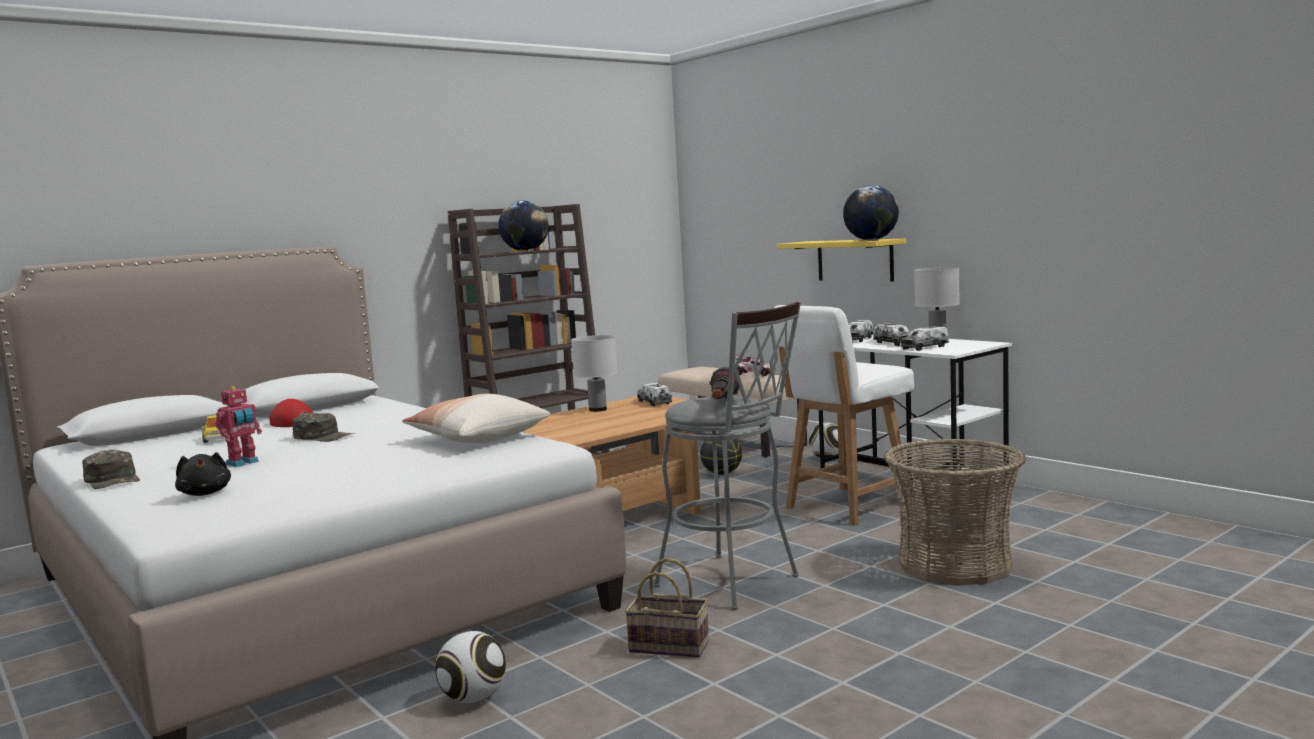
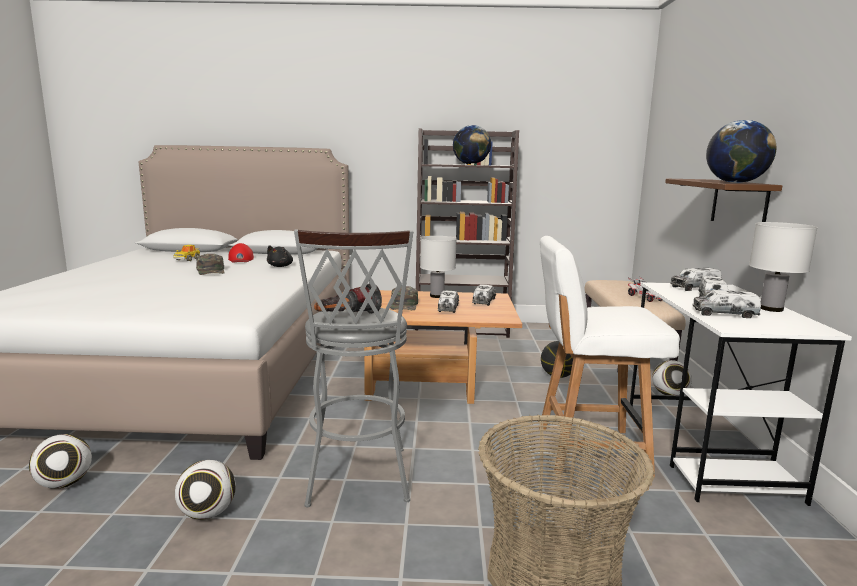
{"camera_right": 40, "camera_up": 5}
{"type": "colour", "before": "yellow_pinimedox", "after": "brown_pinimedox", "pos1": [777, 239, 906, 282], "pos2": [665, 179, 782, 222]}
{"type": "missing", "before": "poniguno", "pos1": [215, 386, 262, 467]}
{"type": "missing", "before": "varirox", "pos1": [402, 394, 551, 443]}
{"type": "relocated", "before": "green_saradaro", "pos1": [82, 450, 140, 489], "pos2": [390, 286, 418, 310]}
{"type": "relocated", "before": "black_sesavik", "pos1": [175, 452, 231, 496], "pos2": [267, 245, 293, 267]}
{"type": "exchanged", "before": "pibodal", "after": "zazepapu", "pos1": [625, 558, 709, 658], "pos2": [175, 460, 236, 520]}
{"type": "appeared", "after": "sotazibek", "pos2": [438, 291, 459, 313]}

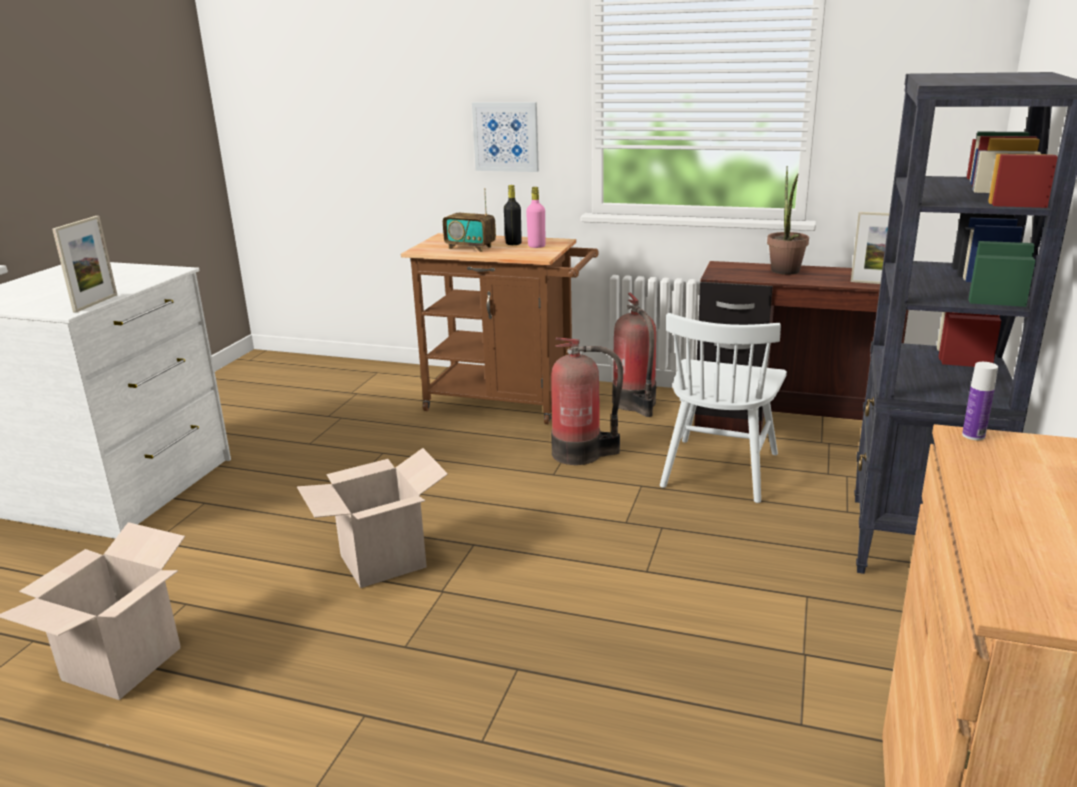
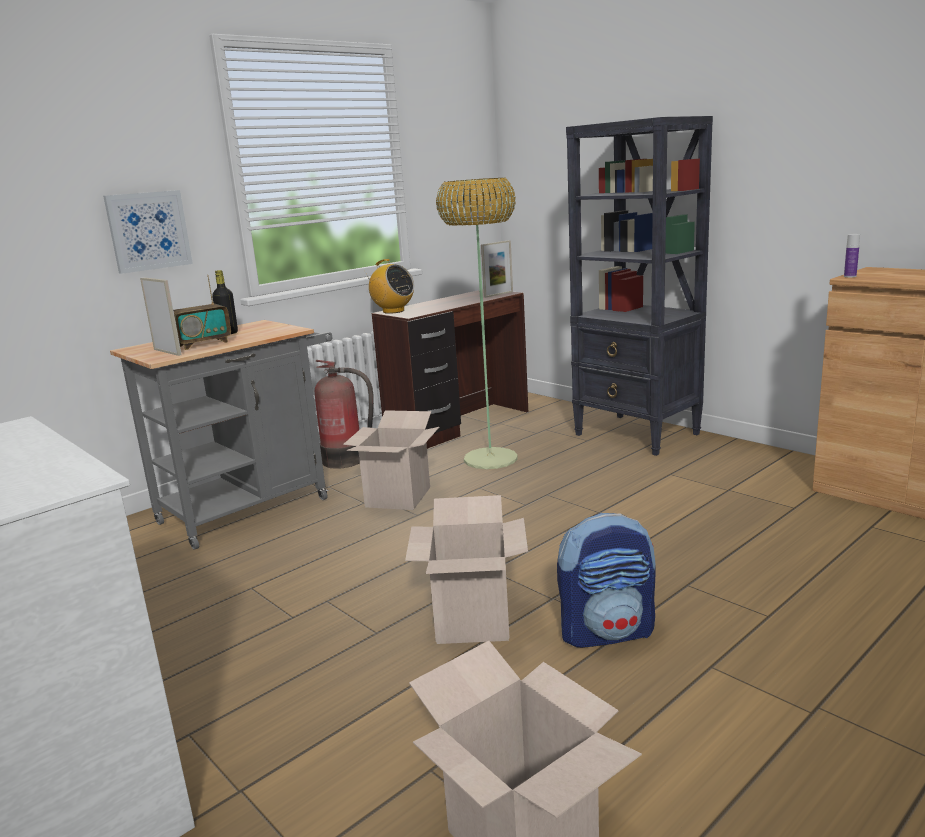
{"camera_right": -60, "camera_up": -5}
{"type": "missing", "before": "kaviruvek", "pos1": [767, 166, 809, 275]}
{"type": "missing", "before": "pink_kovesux", "pos1": [526, 187, 546, 248]}
{"type": "relocated", "before": "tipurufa", "pos1": [52, 216, 117, 313], "pos2": [140, 277, 182, 356]}
{"type": "colour", "before": "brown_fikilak", "after": "grey_fikilak", "pos1": [401, 233, 599, 424], "pos2": [110, 320, 332, 550]}
{"type": "exchanged", "before": "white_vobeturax", "after": "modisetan", "pos1": [660, 313, 787, 503], "pos2": [436, 178, 518, 469]}
{"type": "exchanged", "before": "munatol", "after": "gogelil", "pos1": [551, 337, 623, 465], "pos2": [343, 410, 439, 510]}
{"type": "appeared", "after": "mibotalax", "pos2": [365, 259, 414, 314]}
{"type": "appeared", "after": "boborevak", "pos2": [557, 513, 656, 648]}

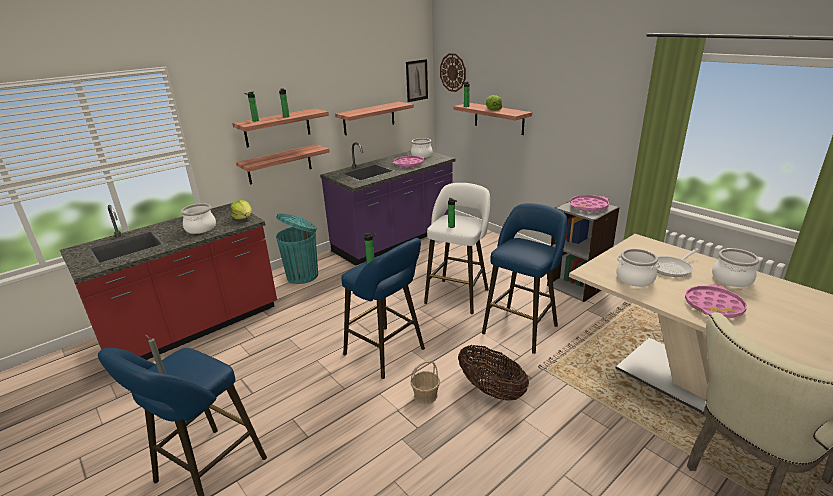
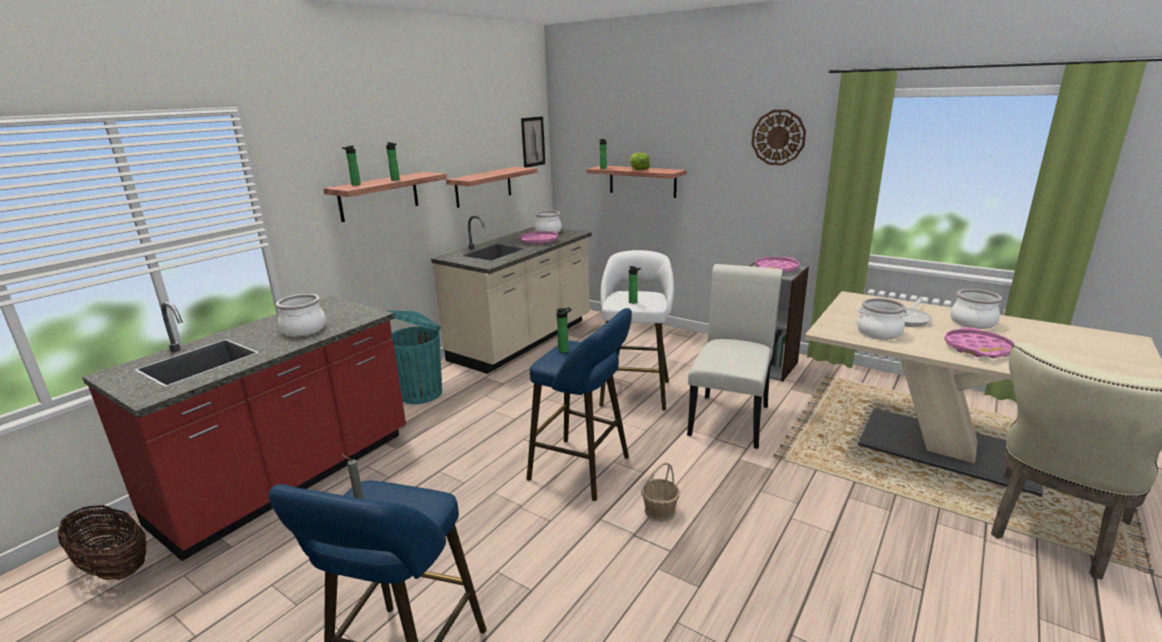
{"camera_right": -15, "camera_up": -5}
{"type": "relocated", "before": "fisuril", "pos1": [440, 53, 466, 92], "pos2": [752, 110, 806, 165]}
{"type": "colour", "before": "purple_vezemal", "after": "beige_vezemal", "pos1": [320, 142, 455, 266], "pos2": [431, 215, 592, 374]}
{"type": "missing", "before": "pinimedox", "pos1": [236, 144, 330, 185]}
{"type": "missing", "before": "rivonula", "pos1": [231, 200, 252, 219]}
{"type": "exchanged", "before": "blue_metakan", "after": "white_vobeturax", "pos1": [482, 203, 568, 354], "pos2": [687, 264, 783, 449]}
{"type": "relocated", "before": "pibodal", "pos1": [458, 345, 529, 401], "pos2": [57, 505, 146, 580]}

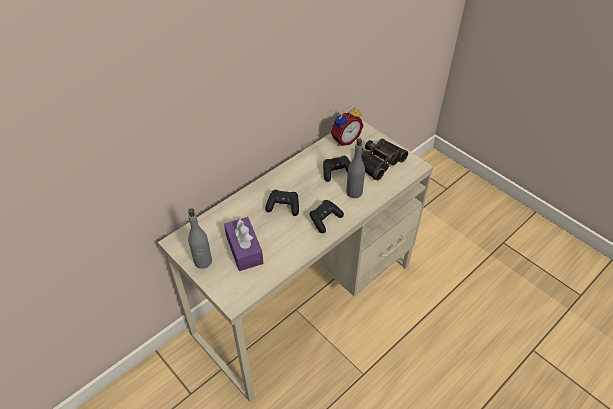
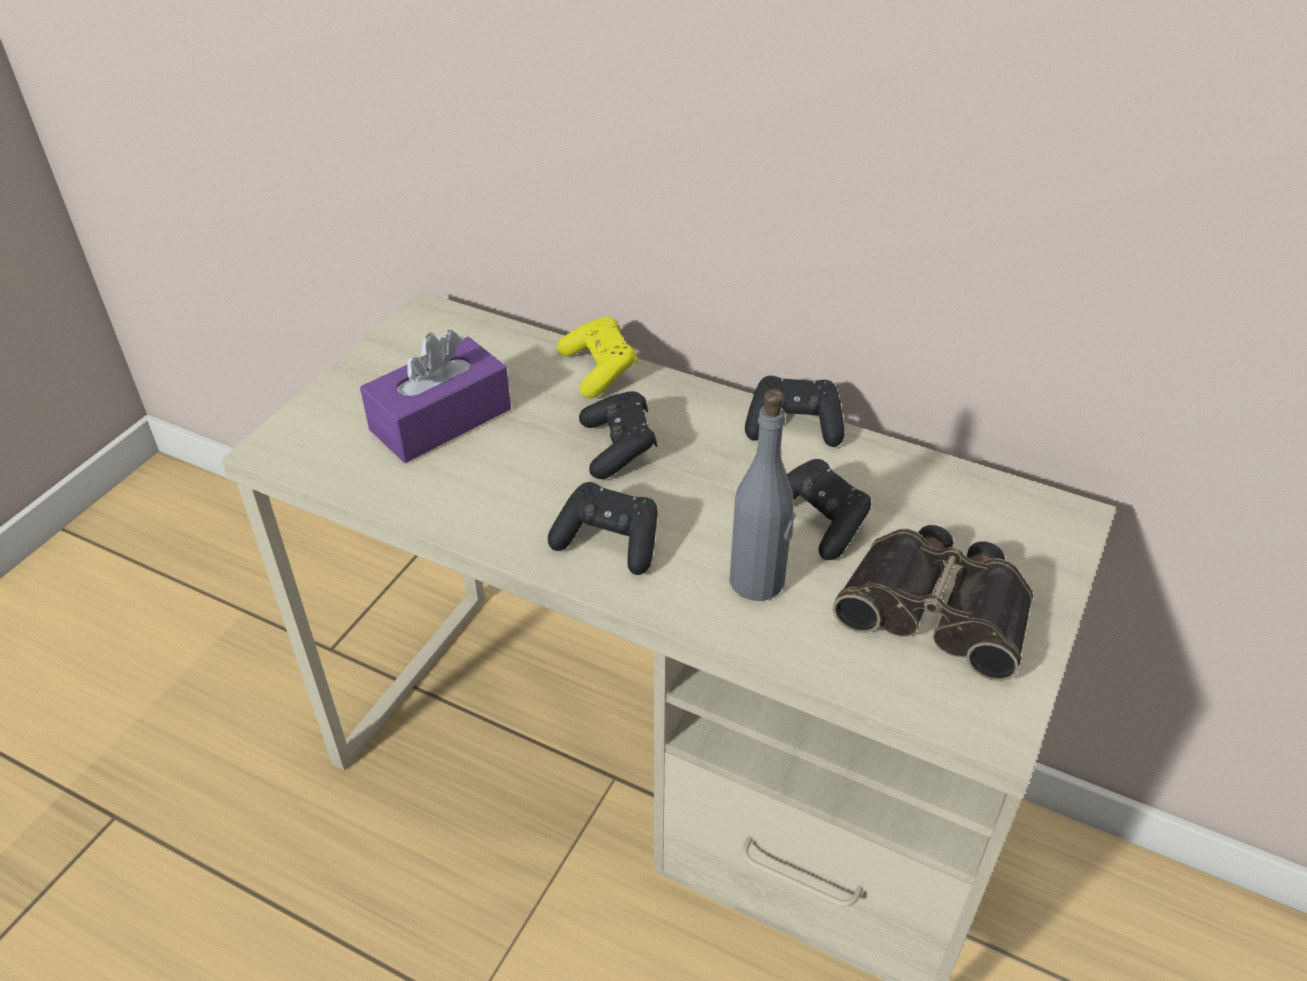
{"camera_right": 70, "camera_up": -5}
{"type": "missing", "before": "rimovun", "pos1": [331, 106, 363, 146]}
{"type": "missing", "before": "grey_kovesux", "pos1": [188, 208, 212, 269]}
{"type": "appeared", "after": "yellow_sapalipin", "pos2": [557, 317, 638, 398]}
{"type": "appeared", "after": "black_sapalipin", "pos2": [745, 376, 844, 447]}

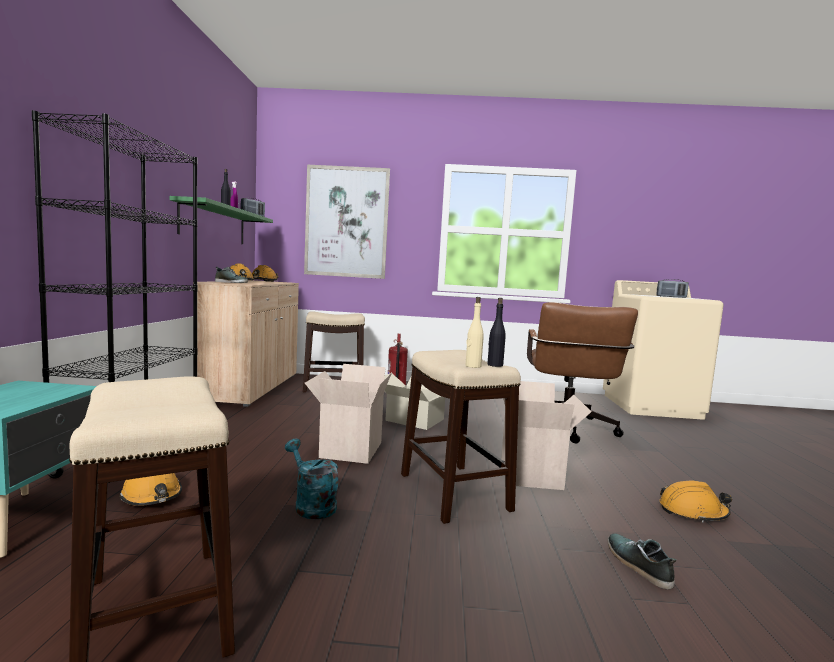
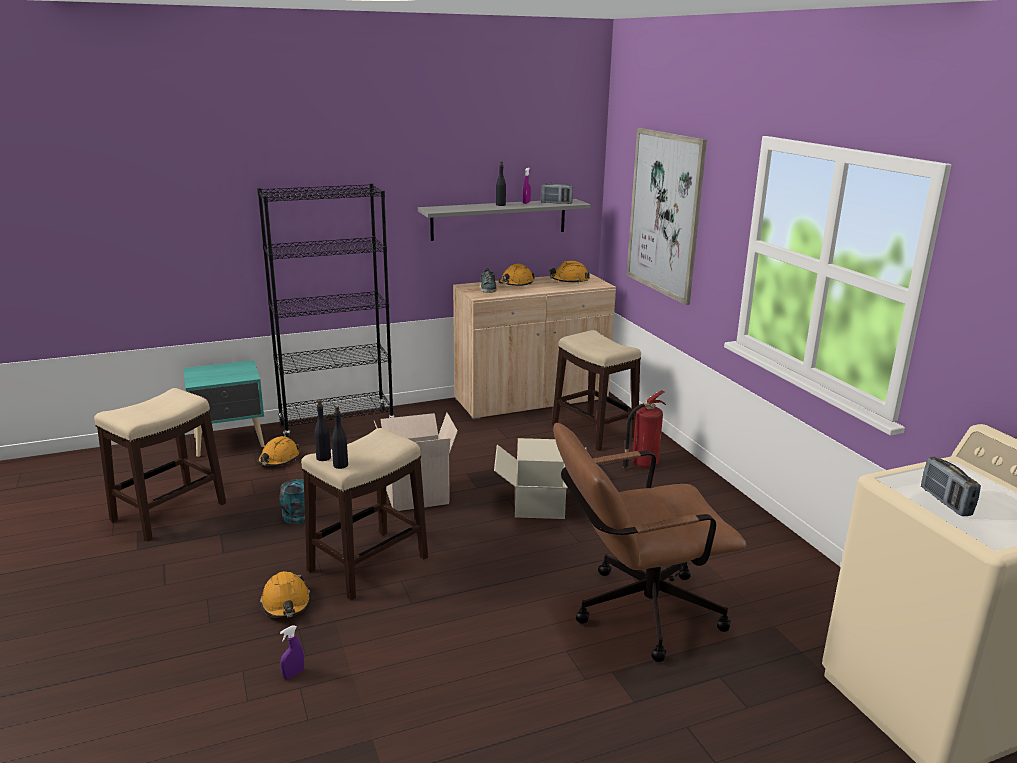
{"camera_right": 65, "camera_up": 15}
{"type": "colour", "before": "green_pinimedox", "after": "grey_pinimedox", "pos1": [170, 196, 273, 244], "pos2": [418, 199, 591, 241]}
{"type": "colour", "before": "beige_kovesux", "after": "black_kovesux", "pos1": [466, 297, 484, 368], "pos2": [314, 400, 331, 461]}
{"type": "missing", "before": "gogelil", "pos1": [501, 381, 591, 490]}
{"type": "relocated", "before": "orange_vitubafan", "pos1": [660, 481, 732, 523], "pos2": [259, 571, 311, 618]}
{"type": "exchanged", "before": "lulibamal", "after": "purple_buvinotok", "pos1": [608, 533, 677, 589], "pos2": [280, 625, 304, 679]}

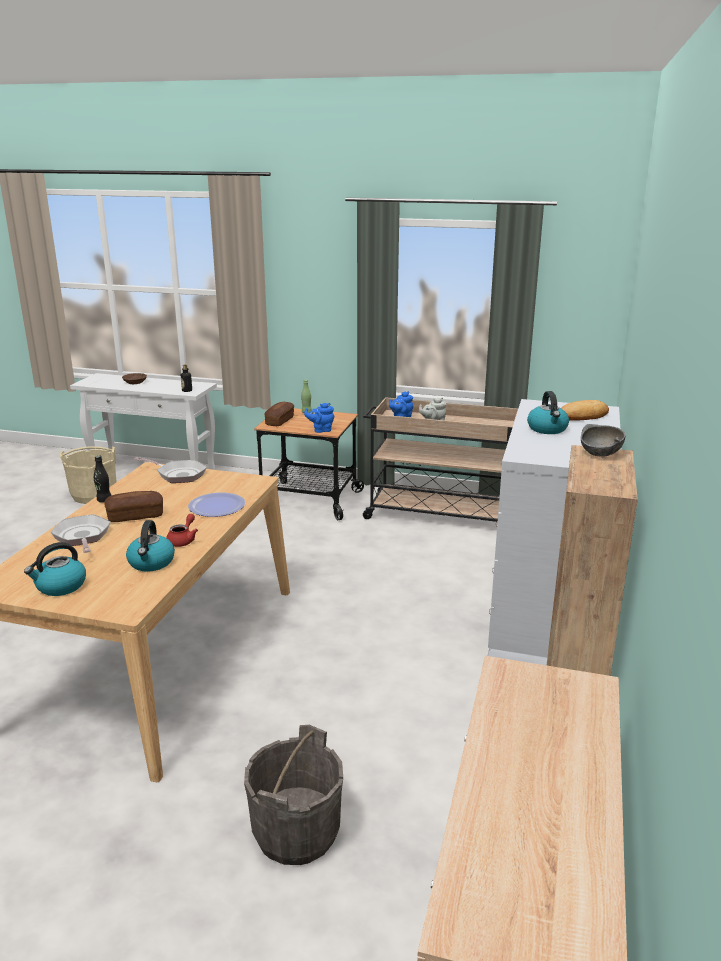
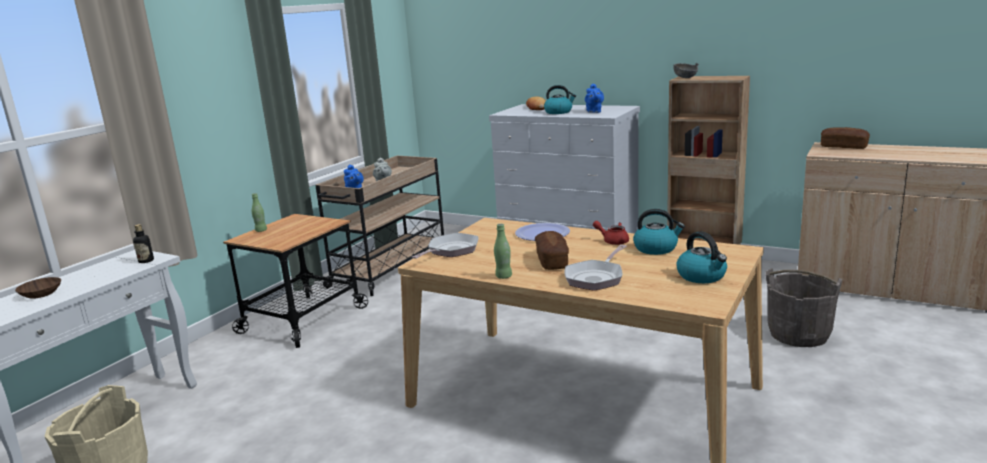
{"camera_right": -75, "camera_up": -5}
{"type": "relocated", "before": "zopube", "pos1": [264, 402, 294, 426], "pos2": [821, 127, 870, 149]}
{"type": "relocated", "before": "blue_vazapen", "pos1": [304, 403, 334, 433], "pos2": [585, 84, 604, 113]}
{"type": "colour", "before": "black_kovesux", "after": "green_kovesux", "pos1": [94, 455, 111, 503], "pos2": [494, 224, 512, 279]}
{"type": "spun", "before": "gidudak", "pos1": [51, 514, 111, 553], "pos2": [565, 245, 627, 291], "turn": -45}

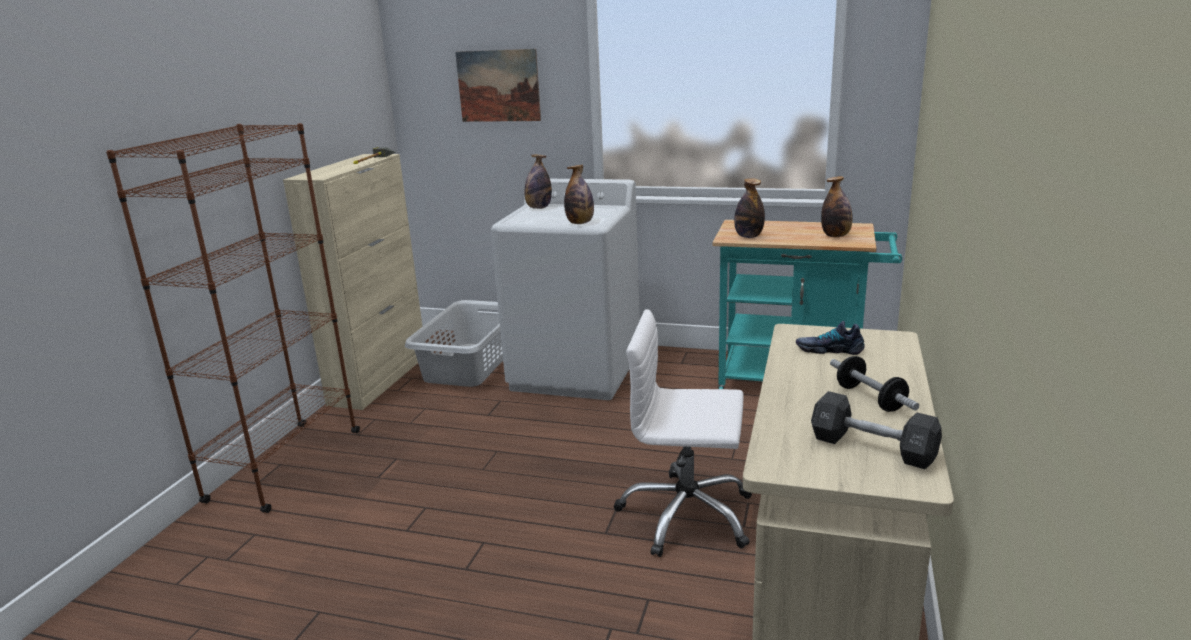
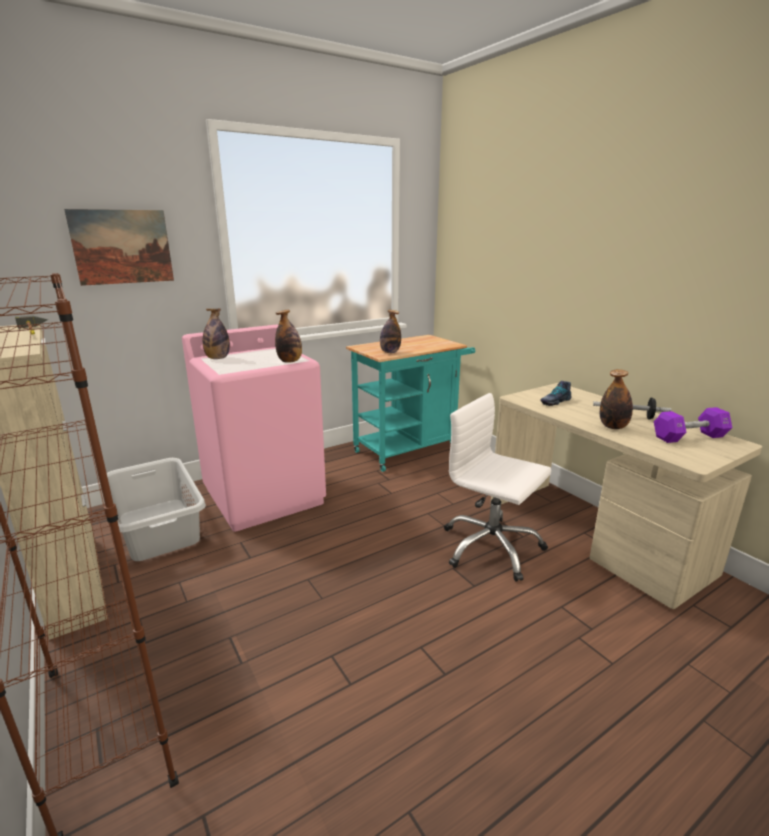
{"camera_right": -50, "camera_up": 0}
{"type": "relocated", "before": "kovesux", "pos1": [821, 176, 853, 237], "pos2": [600, 369, 633, 429]}
{"type": "colour", "before": "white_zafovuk", "after": "pink_zafovuk", "pos1": [491, 179, 640, 400], "pos2": [182, 325, 326, 532]}
{"type": "spun", "before": "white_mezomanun", "pos1": [614, 309, 752, 557], "pos2": [444, 393, 552, 582], "turn": 75}
{"type": "colour", "before": "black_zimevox", "after": "purple_zimevox", "pos1": [811, 391, 942, 469], "pos2": [654, 407, 733, 443]}

